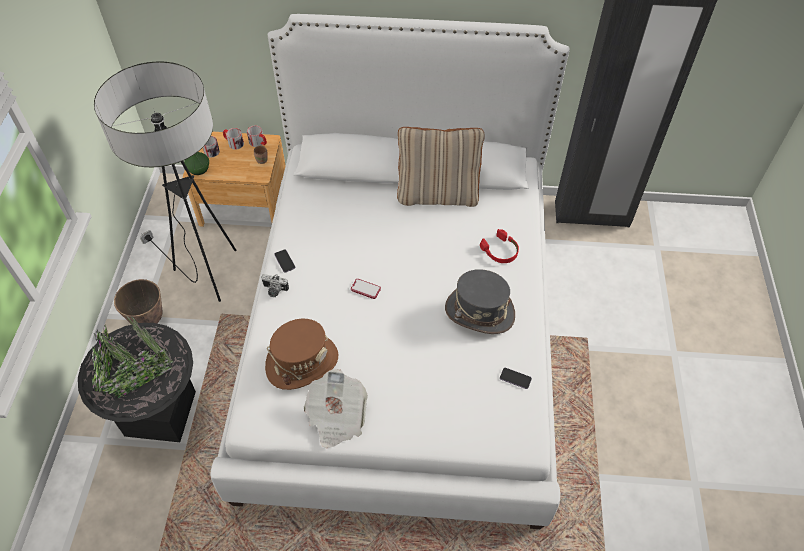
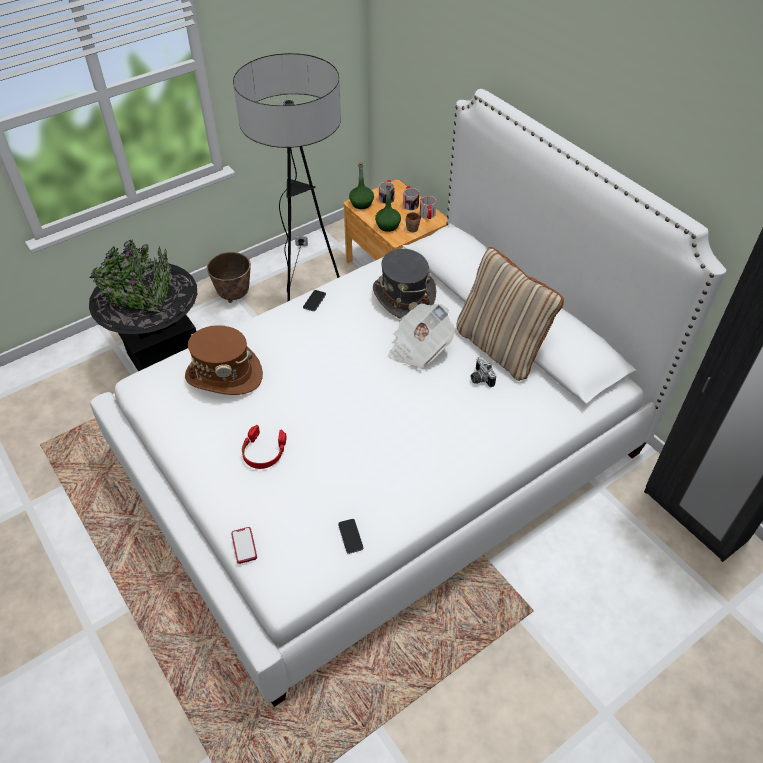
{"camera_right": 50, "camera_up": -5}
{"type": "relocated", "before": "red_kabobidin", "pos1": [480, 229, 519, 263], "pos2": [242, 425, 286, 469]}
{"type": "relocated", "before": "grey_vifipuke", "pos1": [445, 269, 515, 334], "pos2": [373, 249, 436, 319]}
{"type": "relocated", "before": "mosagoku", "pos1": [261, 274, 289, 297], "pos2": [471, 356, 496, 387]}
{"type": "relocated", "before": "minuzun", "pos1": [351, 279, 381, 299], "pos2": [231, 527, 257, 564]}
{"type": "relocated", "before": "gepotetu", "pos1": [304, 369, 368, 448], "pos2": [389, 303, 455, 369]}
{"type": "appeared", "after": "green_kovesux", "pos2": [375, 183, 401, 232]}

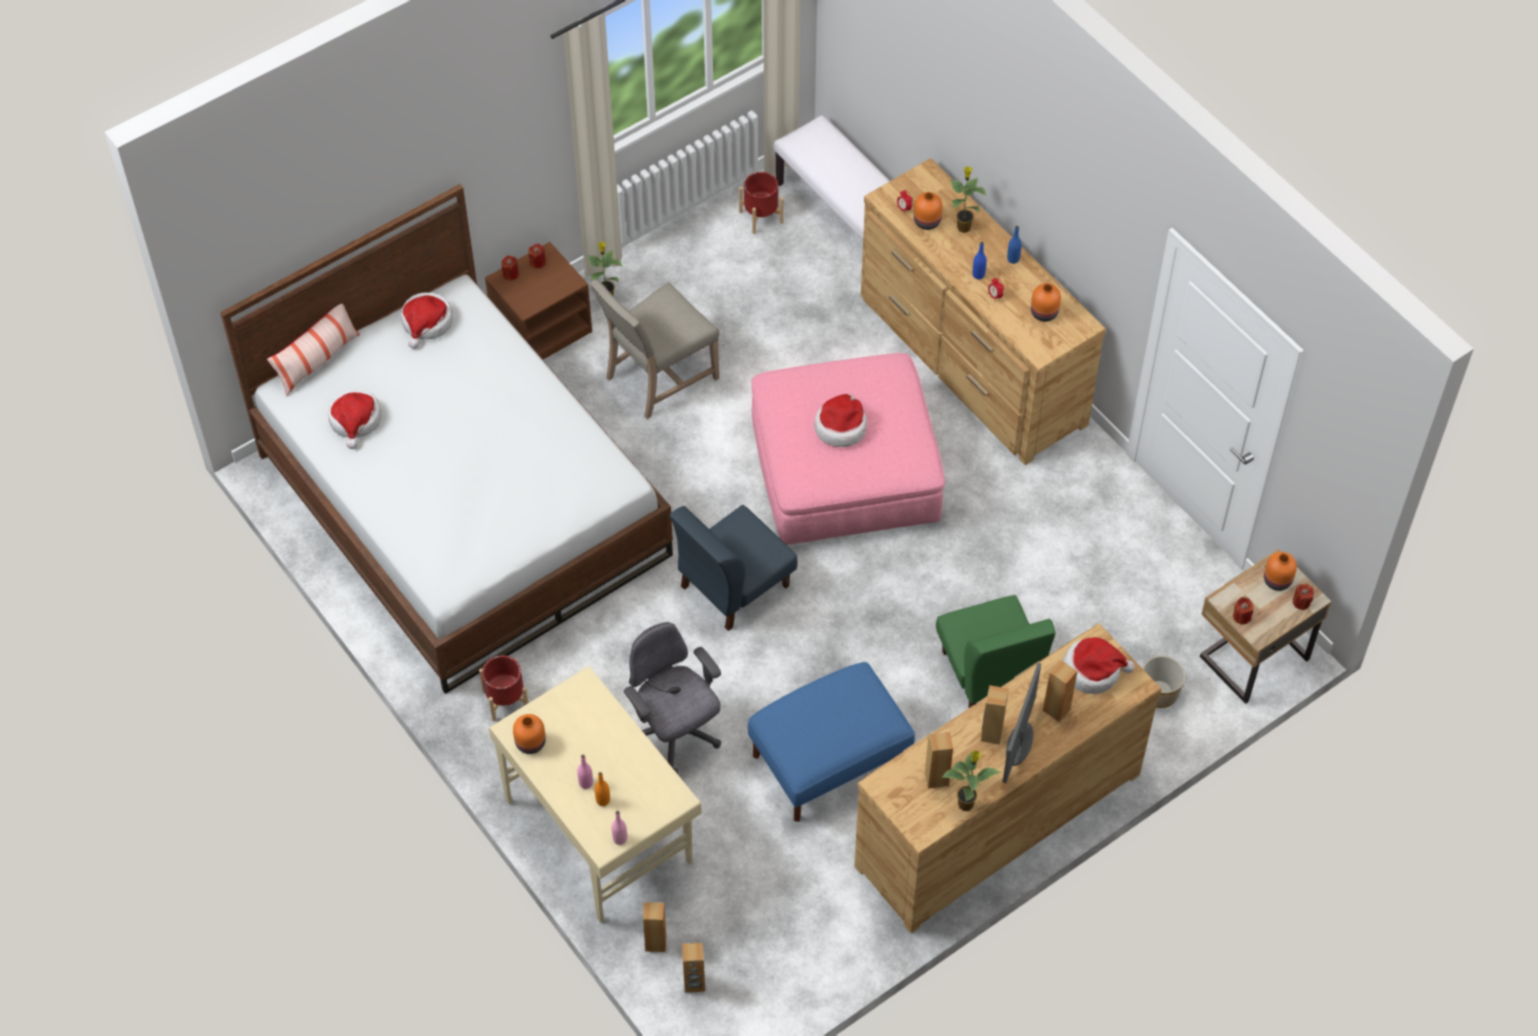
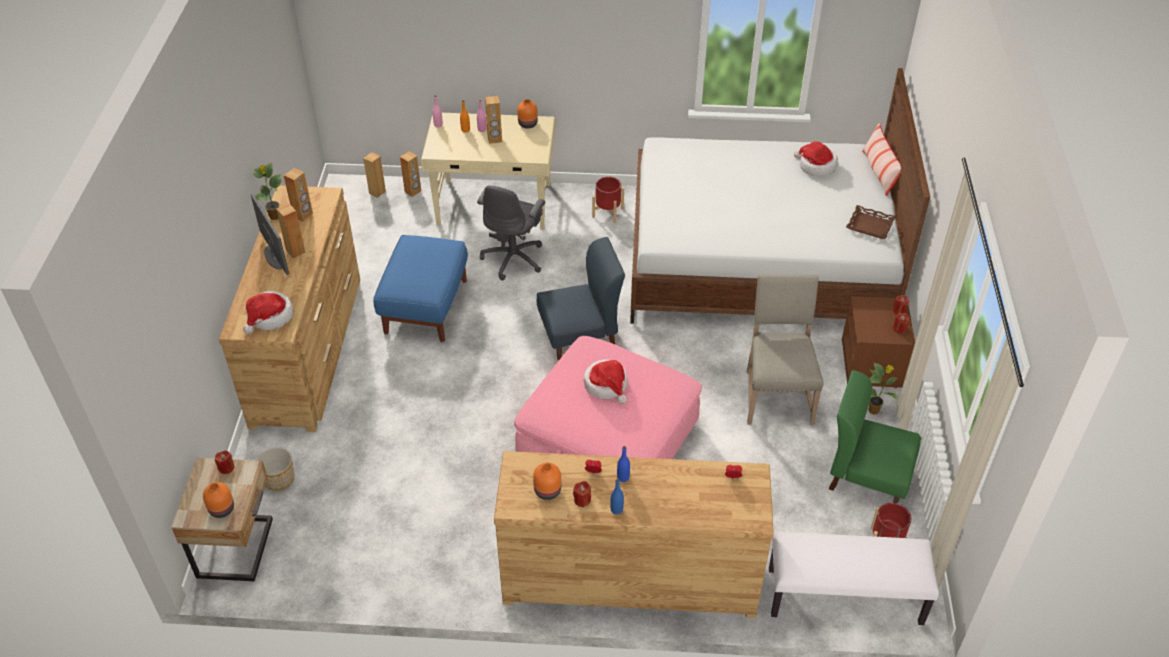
{"camera_right": 130, "camera_up": -10}
{"type": "missing", "before": "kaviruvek", "pos1": [950, 166, 987, 233]}
{"type": "missing", "before": "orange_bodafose", "pos1": [914, 192, 942, 230]}
{"type": "exchanged", "before": "vifipuke", "after": "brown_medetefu", "pos1": [401, 293, 453, 349], "pos2": [846, 205, 896, 239]}
{"type": "spun", "before": "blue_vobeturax", "pos1": [670, 505, 798, 631], "pos2": [537, 237, 625, 360], "turn": 75}
{"type": "relocated", "before": "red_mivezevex", "pos1": [1293, 584, 1314, 610], "pos2": [573, 481, 591, 508]}
{"type": "relocated", "before": "green_vobeturax", "pos1": [936, 595, 1056, 708], "pos2": [829, 370, 921, 504]}
{"type": "spun", "before": "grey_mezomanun", "pos1": [624, 622, 721, 774], "pos2": [477, 185, 545, 281], "turn": 105}
{"type": "relocated", "before": "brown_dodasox", "pos1": [1043, 660, 1078, 722], "pos2": [485, 96, 502, 144]}

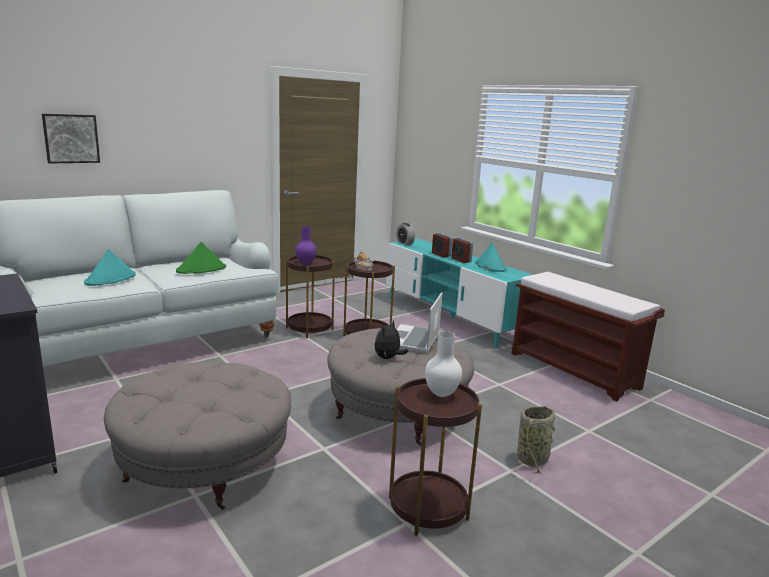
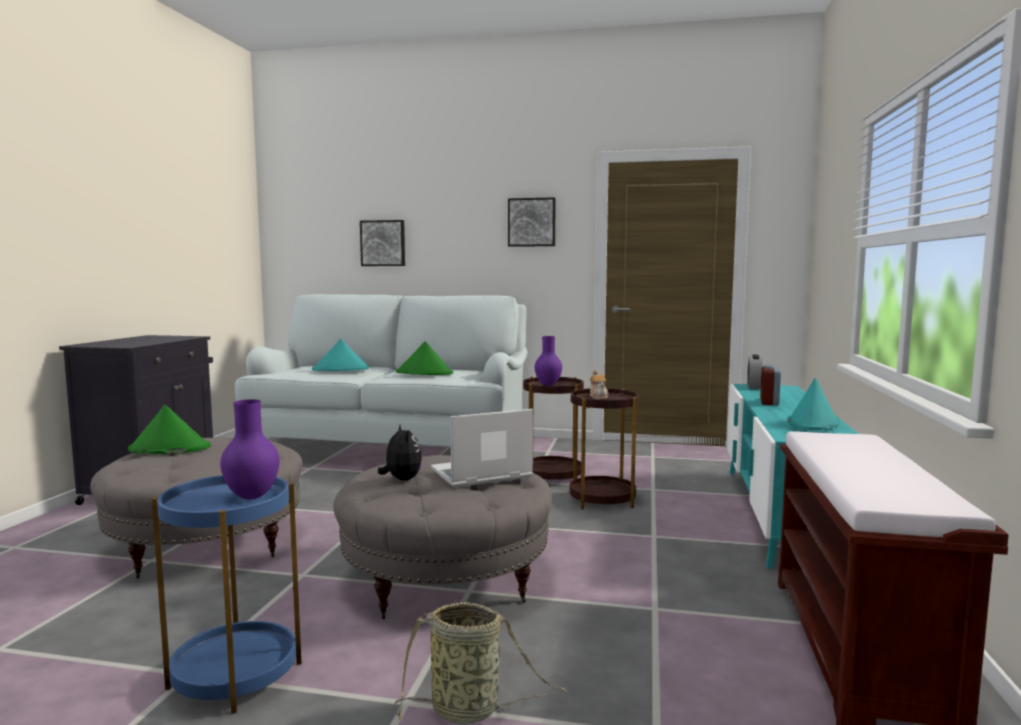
{"camera_right": 50, "camera_up": -10}
{"type": "missing", "before": "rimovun", "pos1": [451, 238, 473, 263]}
{"type": "spun", "before": "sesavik", "pos1": [375, 320, 408, 359], "pos2": [378, 423, 422, 480], "turn": 75}
{"type": "colour", "before": "white_bodafose", "after": "purple_bodafose", "pos1": [425, 331, 462, 397], "pos2": [220, 399, 279, 499]}
{"type": "colour", "before": "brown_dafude", "after": "blue_dafude", "pos1": [389, 378, 482, 536], "pos2": [151, 475, 302, 714]}
{"type": "appeared", "after": "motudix", "pos2": [508, 197, 556, 247]}
{"type": "appeared", "after": "green_vifipuke", "pos2": [128, 405, 211, 454]}

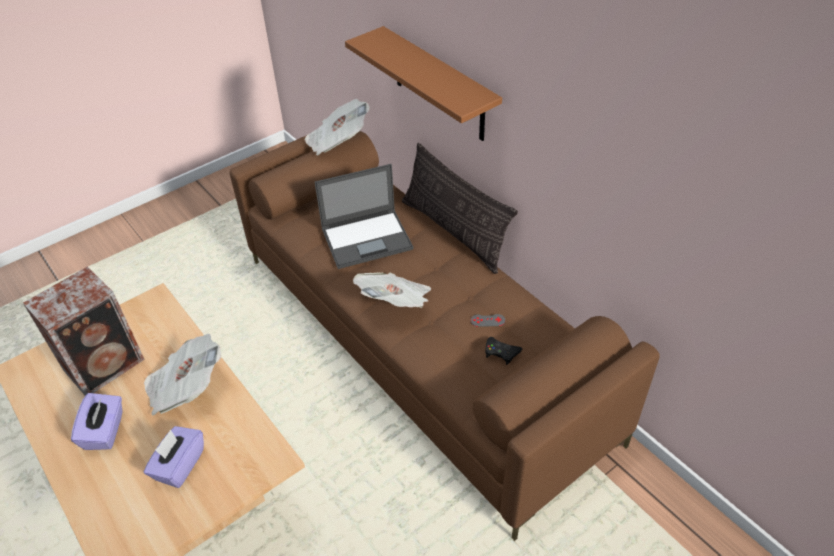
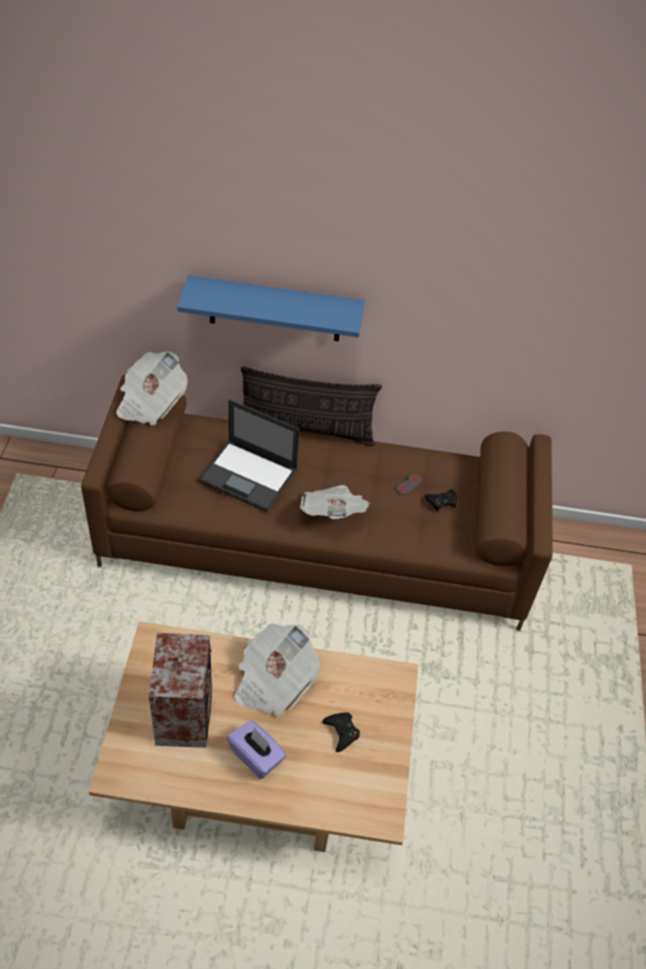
{"camera_right": -50, "camera_up": 5}
{"type": "colour", "before": "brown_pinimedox", "after": "blue_pinimedox", "pos1": [345, 26, 502, 141], "pos2": [177, 275, 365, 341]}
{"type": "spun", "before": "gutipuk", "pos1": [315, 164, 413, 269], "pos2": [199, 399, 300, 512], "turn": 90}
{"type": "exchanged", "before": "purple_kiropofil", "after": "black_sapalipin", "pos1": [144, 426, 204, 488], "pos2": [322, 713, 360, 752]}

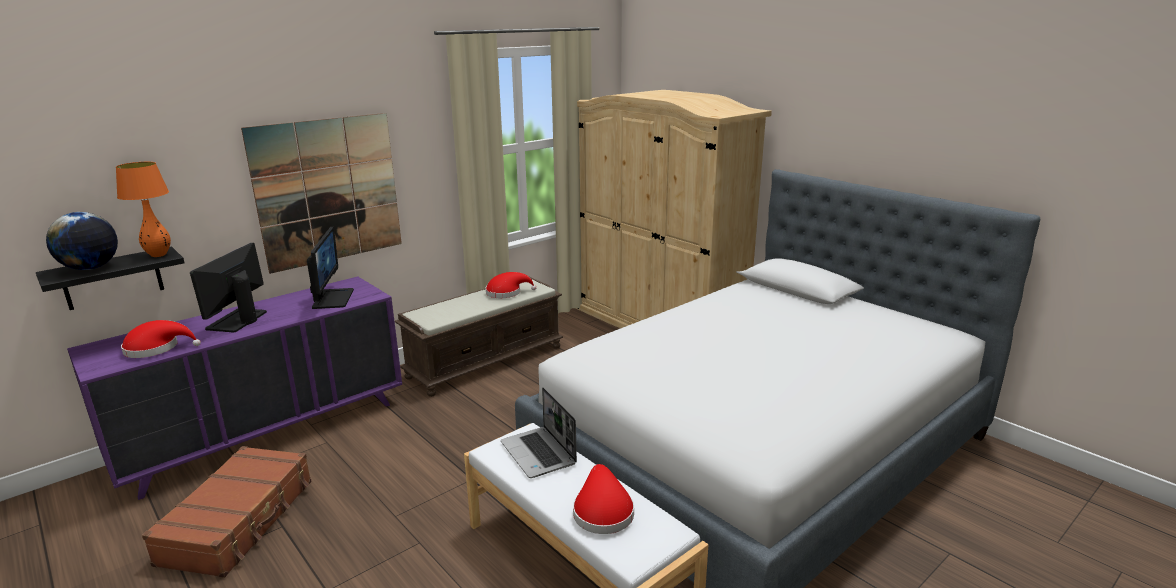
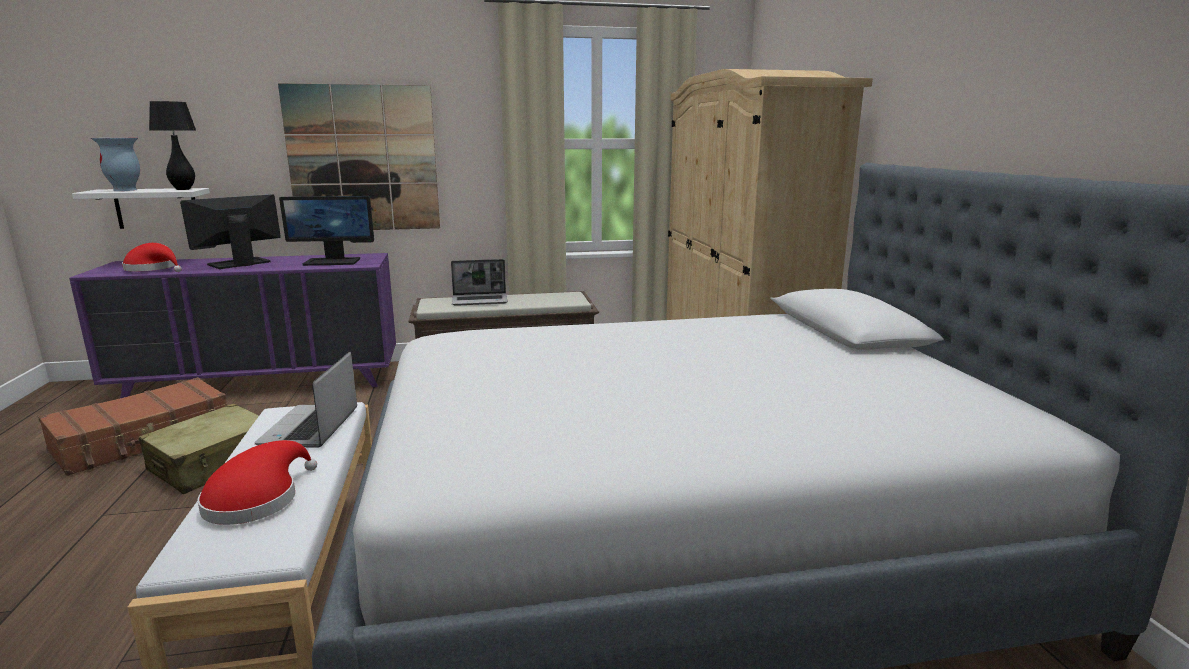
{"camera_right": 30, "camera_up": -5}
{"type": "colour", "before": "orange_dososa", "after": "black_dososa", "pos1": [116, 162, 171, 257], "pos2": [149, 101, 196, 190]}
{"type": "exchanged", "before": "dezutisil", "after": "bodafose", "pos1": [46, 212, 118, 270], "pos2": [91, 138, 140, 191]}
{"type": "spun", "before": "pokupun", "pos1": [307, 227, 354, 309], "pos2": [279, 196, 374, 266], "turn": 60}
{"type": "colour", "before": "black_pinimedox", "after": "white_pinimedox", "pos1": [36, 247, 185, 310], "pos2": [72, 188, 210, 229]}
{"type": "missing", "before": "red_vifipuke", "pos1": [486, 272, 536, 298]}
{"type": "appeared", "after": "gutipuk", "pos2": [451, 259, 508, 306]}
{"type": "appeared", "after": "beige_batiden", "pos2": [139, 403, 259, 494]}

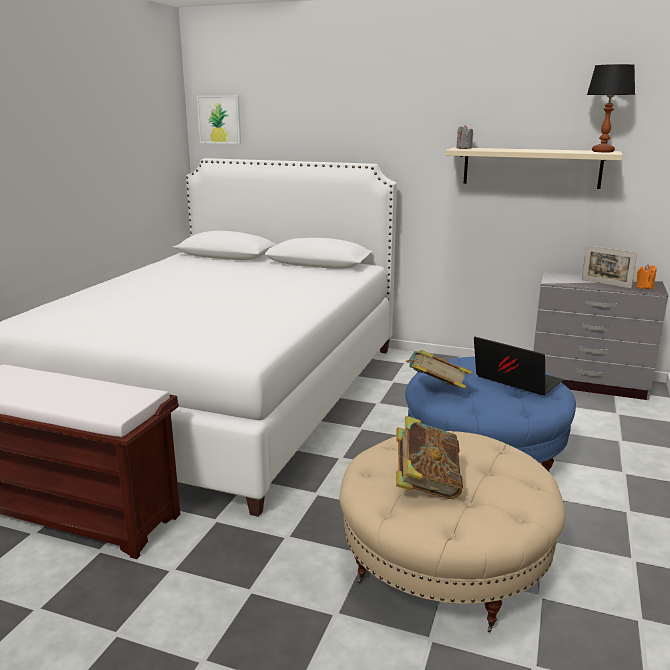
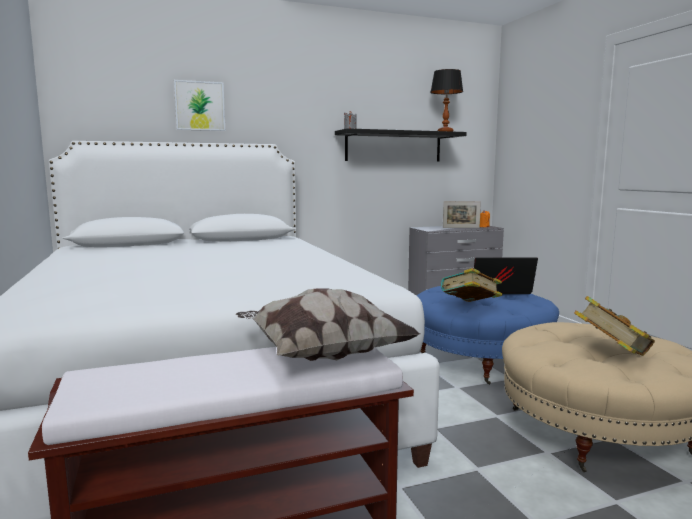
{"camera_right": -40, "camera_up": -10}
{"type": "relocated", "before": "motudix", "pos1": [197, 95, 241, 144], "pos2": [174, 80, 225, 131]}
{"type": "colour", "before": "beige_pinimedox", "after": "black_pinimedox", "pos1": [445, 147, 623, 189], "pos2": [335, 128, 466, 162]}
{"type": "appeared", "after": "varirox", "pos2": [236, 288, 420, 361]}

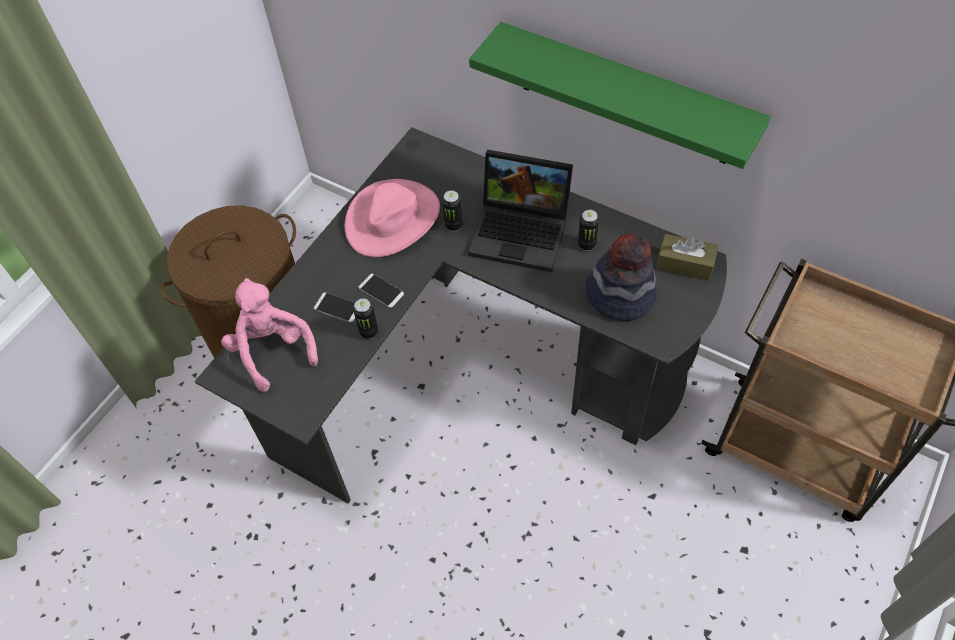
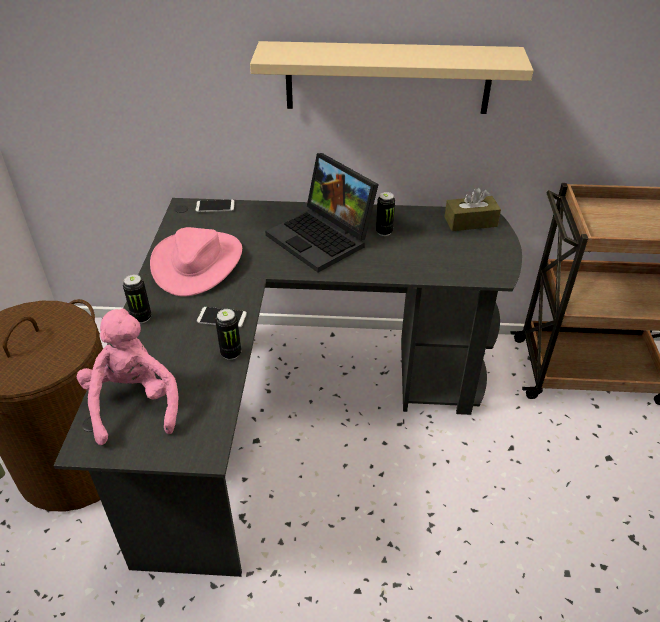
{"camera_right": -30, "camera_up": -15}
{"type": "colour", "before": "green_pinimedox", "after": "beige_pinimedox", "pos1": [469, 22, 771, 169], "pos2": [250, 41, 533, 114]}
{"type": "spun", "before": "gutipuk", "pos1": [468, 150, 573, 272], "pos2": [265, 153, 379, 272], "turn": 60}
{"type": "relocated", "before": "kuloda", "pos1": [442, 190, 463, 231], "pos2": [123, 274, 152, 323]}
{"type": "missing", "before": "vifipuke", "pos1": [586, 234, 656, 321]}
{"type": "spun", "before": "pink_sesavik", "pos1": [221, 278, 318, 392], "pos2": [77, 308, 178, 445], "turn": 45}
{"type": "relocated", "before": "minuzun", "pos1": [314, 292, 355, 323], "pos2": [196, 200, 235, 212]}

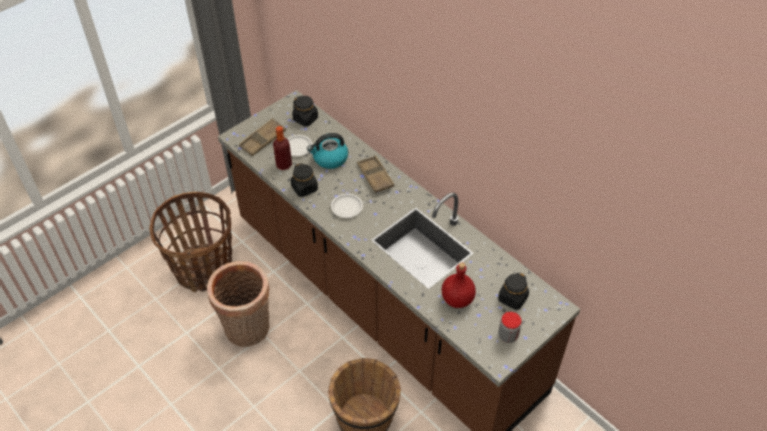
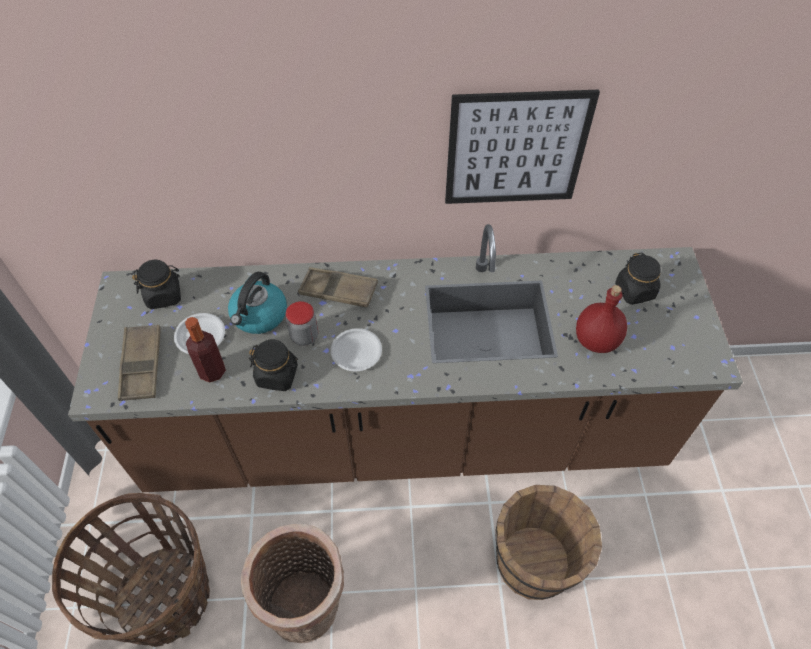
{"camera_right": -50, "camera_up": 5}
{"type": "relocated", "before": "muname", "pos1": [498, 312, 521, 343], "pos2": [286, 301, 318, 346]}
{"type": "appeared", "after": "motudix", "pos2": [445, 90, 600, 204]}

